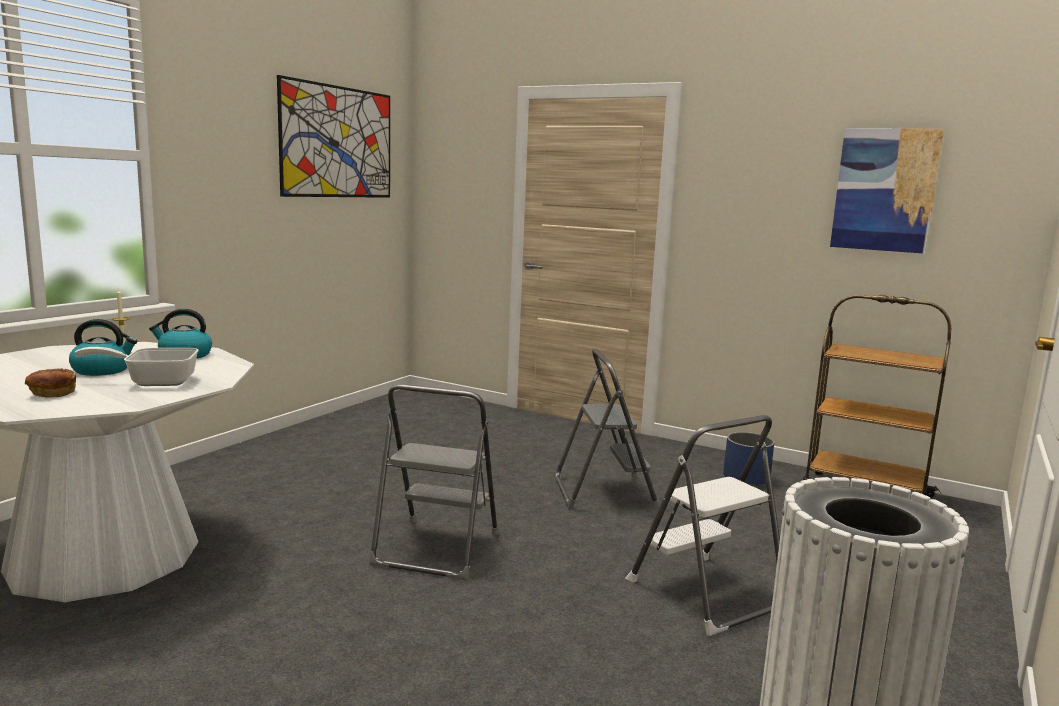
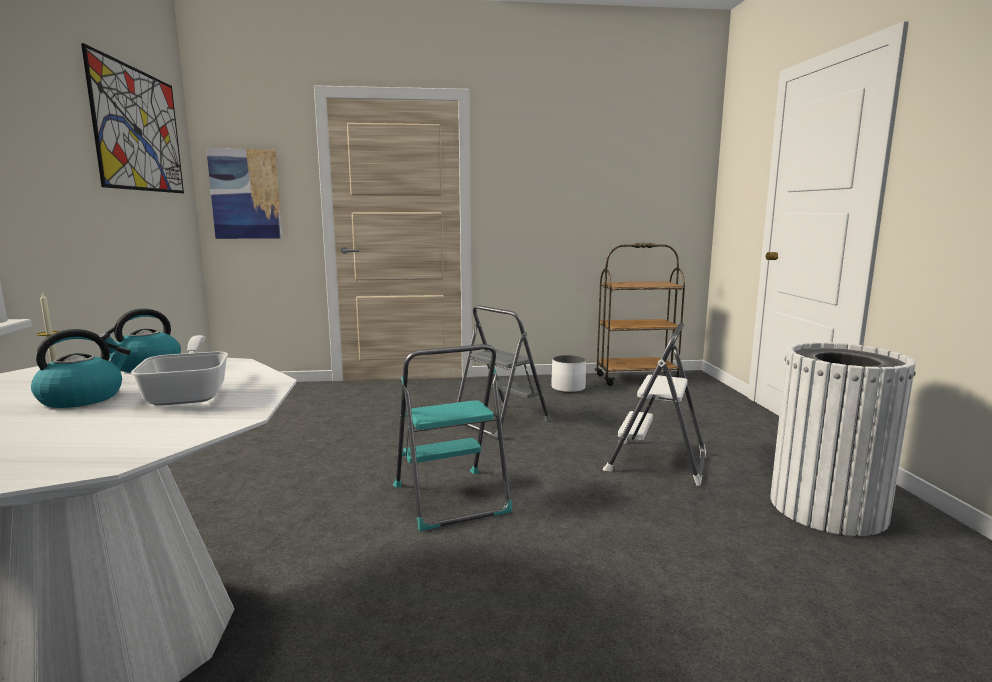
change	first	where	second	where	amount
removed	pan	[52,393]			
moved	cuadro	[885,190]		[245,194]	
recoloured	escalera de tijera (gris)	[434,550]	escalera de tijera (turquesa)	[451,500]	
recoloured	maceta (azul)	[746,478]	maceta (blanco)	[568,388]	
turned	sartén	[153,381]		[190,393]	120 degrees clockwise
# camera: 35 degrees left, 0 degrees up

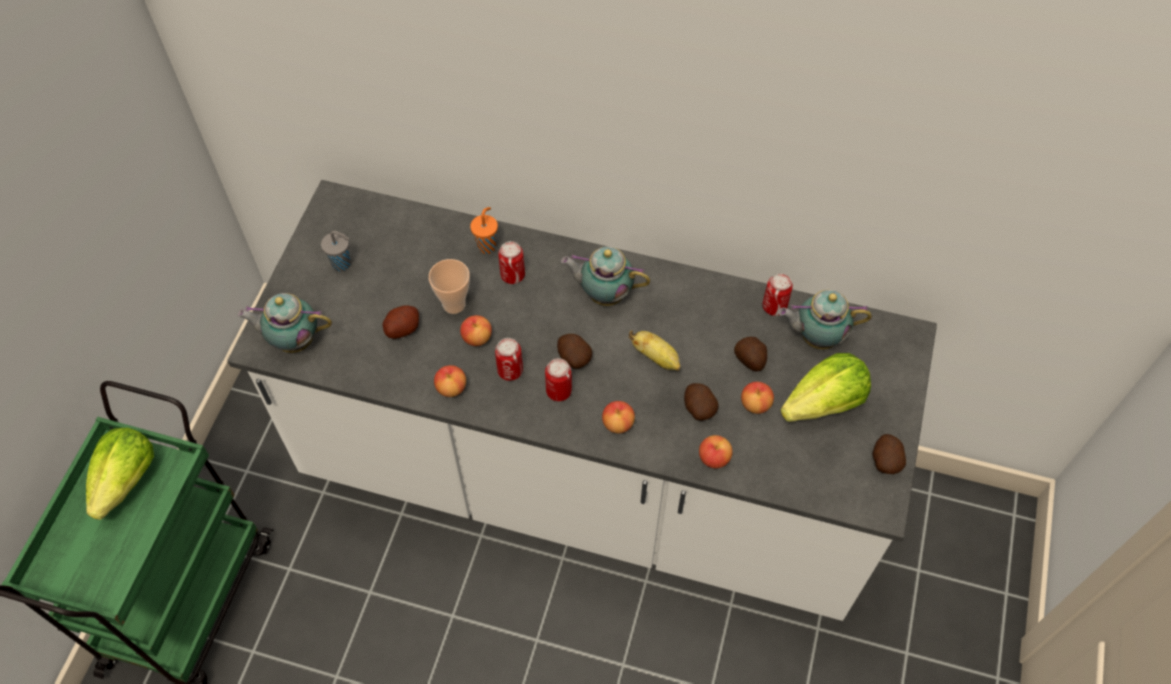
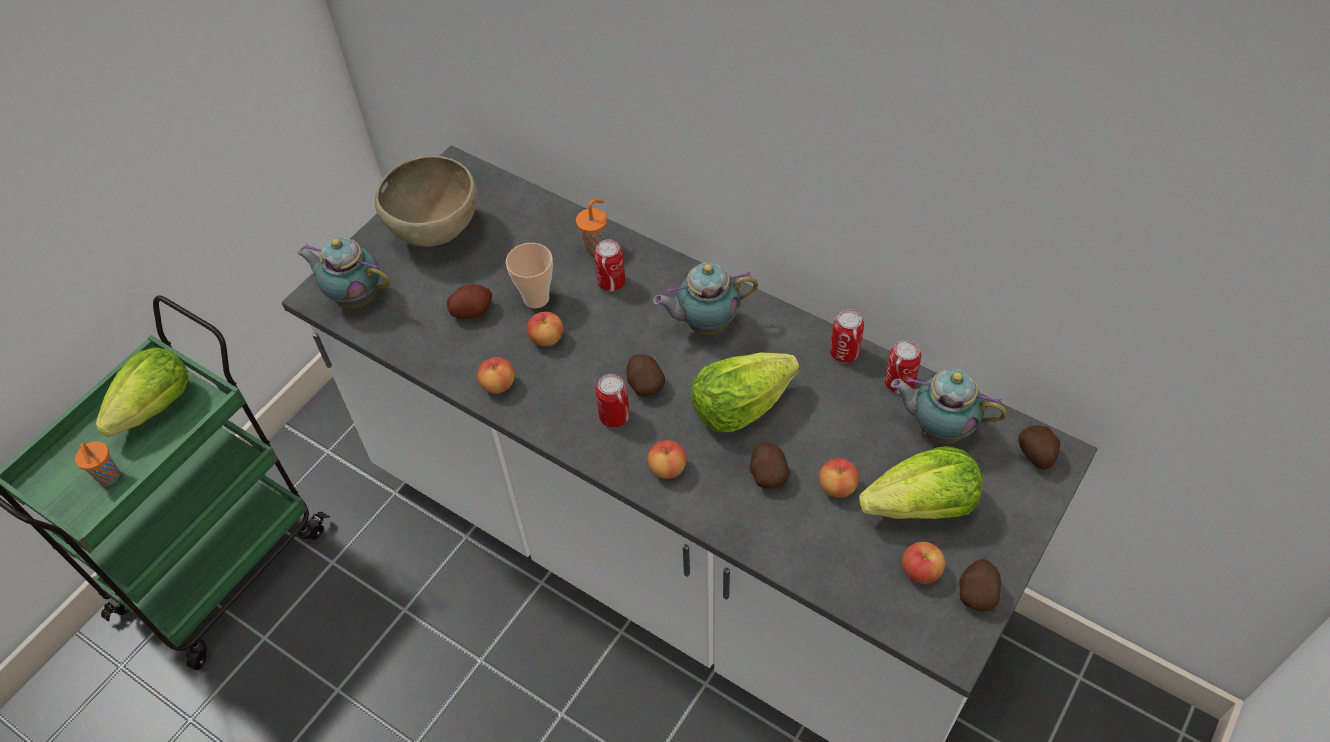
change	first	where	second	where	amount
added			taza (naranja)	[109,478]	
moved	lata	[510,370]		[844,352]	
moved	manzana	[714,458]		[920,571]	
moved	patata	[750,360]		[1036,455]	
replaced	taza (gris)	[342,264]	cuenco (marrón)	[437,232]	
replaced	plátano	[656,358]	lechuga	[739,407]	
turned	tetera	[603,294]		[704,324]	45 degrees counterclockwise
# camera: 20 degrees right, 5 degrees down

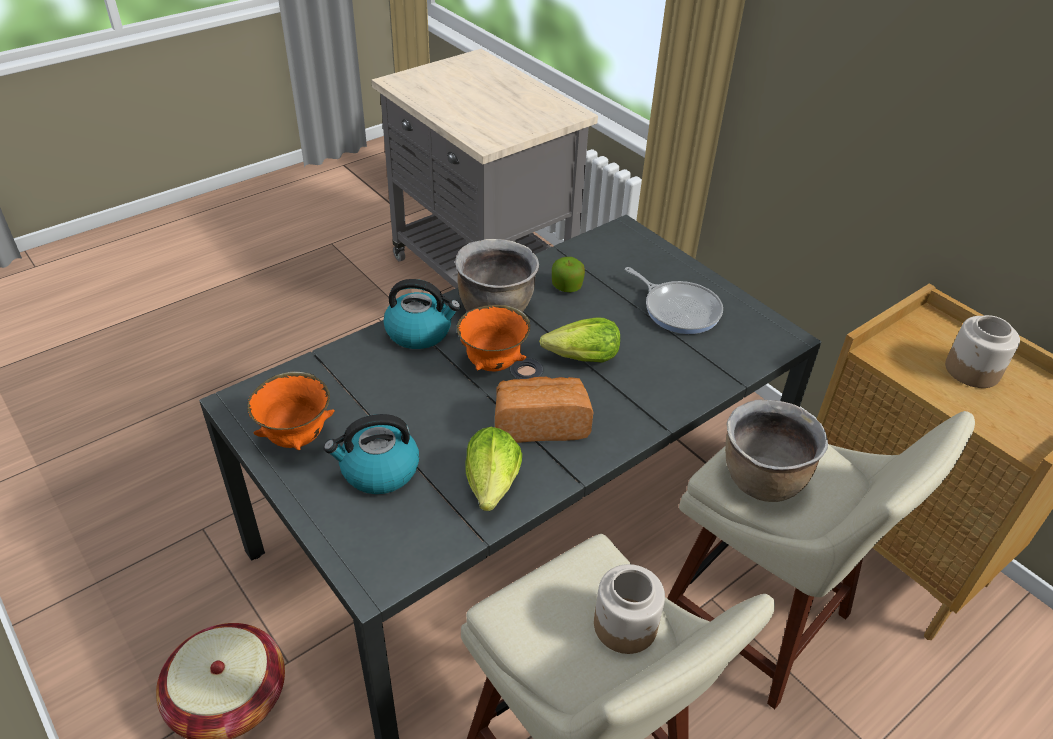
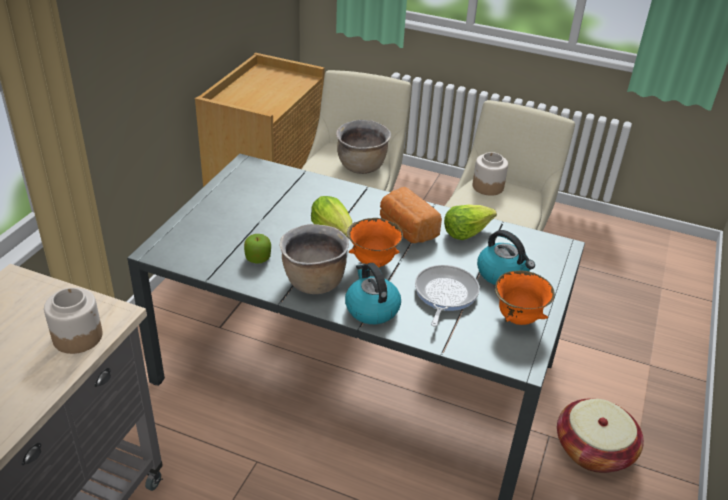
change	first	where	second	where	amount
moved	sartén	[679,309]		[444,294]	
moved	tarro	[973,370]		[77,336]	
# camera: 120 degrees left, 5 degrees down

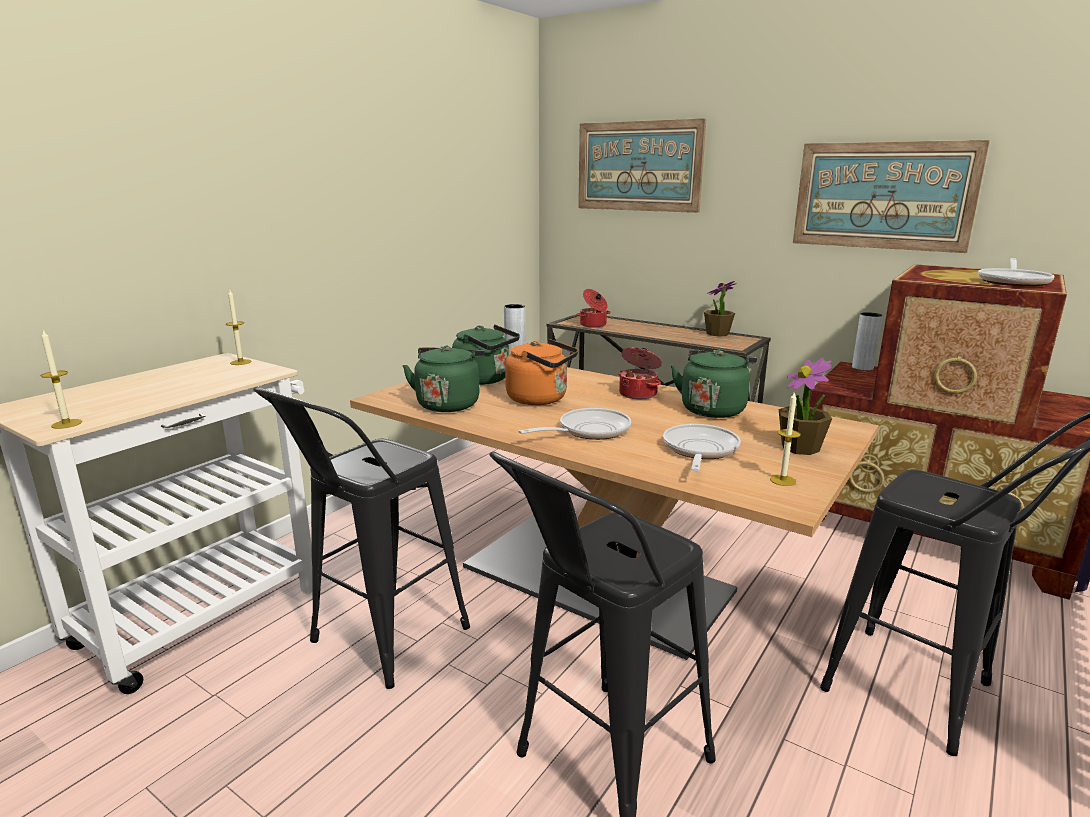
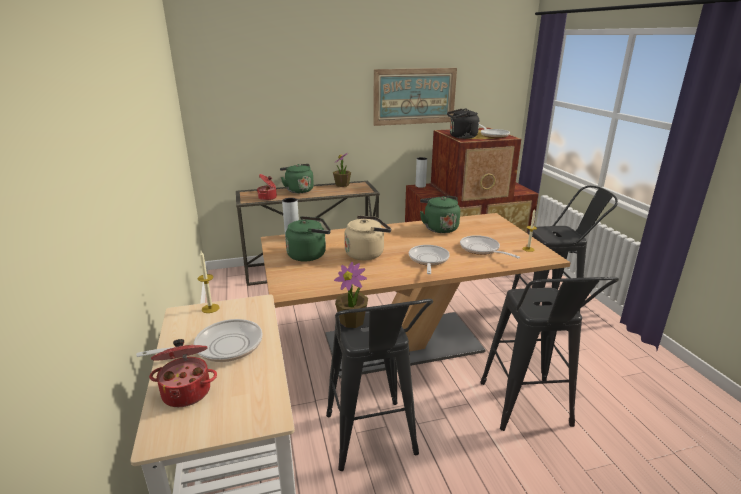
change	first	where	second	where	amount
removed	vela	[66,424]			
removed	cuadro	[638,166]			
added			sartén	[222,347]	
added			hervidor (negro)	[461,137]	
moved	hervidor (verde)	[449,404]		[298,190]	
moved	olla	[639,394]		[187,391]	
moved	planta en maceta	[800,448]		[352,321]	
recoloured	hervidor (naranja)	[541,399]	hervidor (beis)	[366,254]	
# camera: 50 degrees left, 5 degrees up

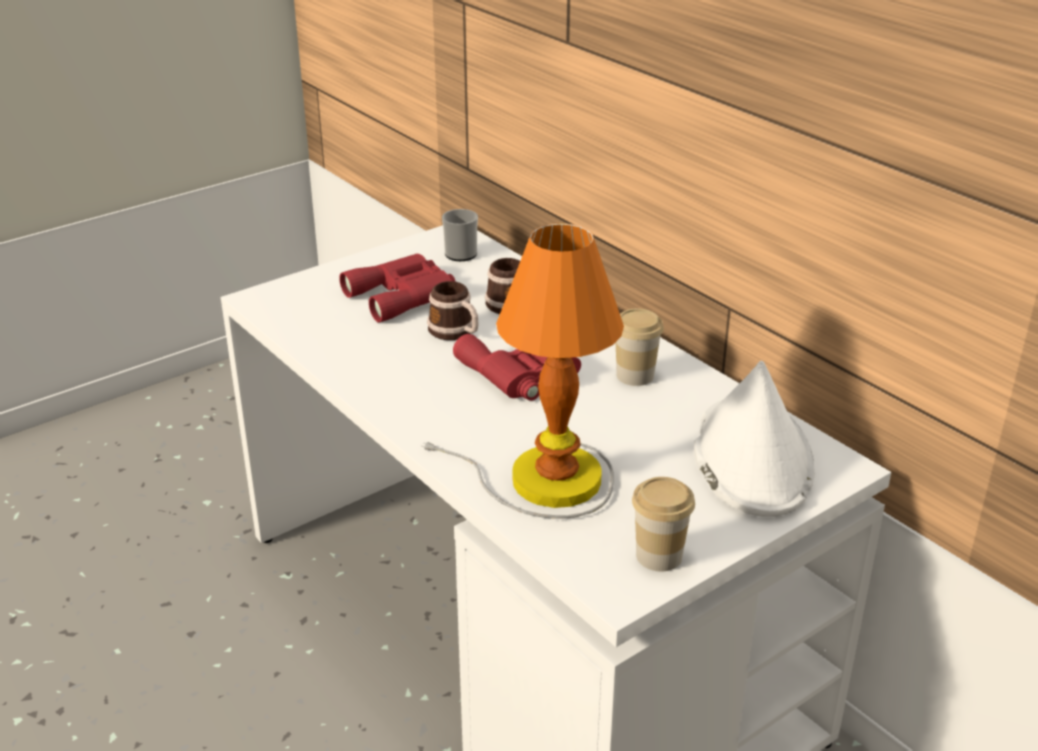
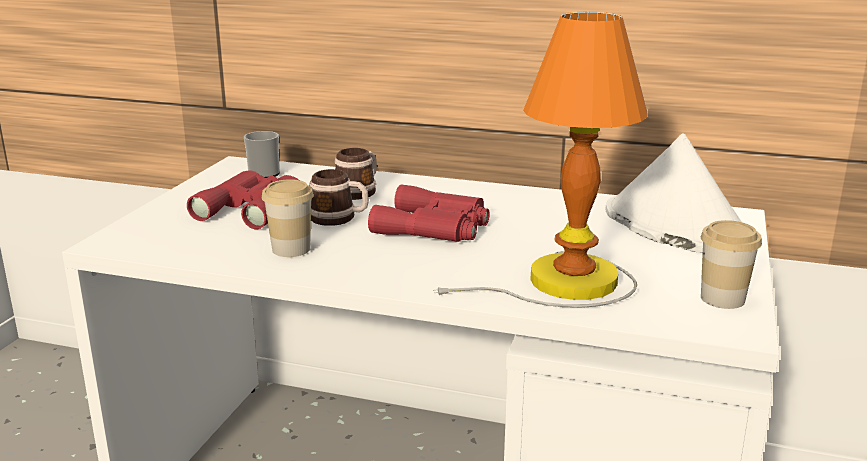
change	first	where	second	where	amount
moved	taza	[635,375]		[291,249]	
# camera: 35 degrees left, 10 degrees down

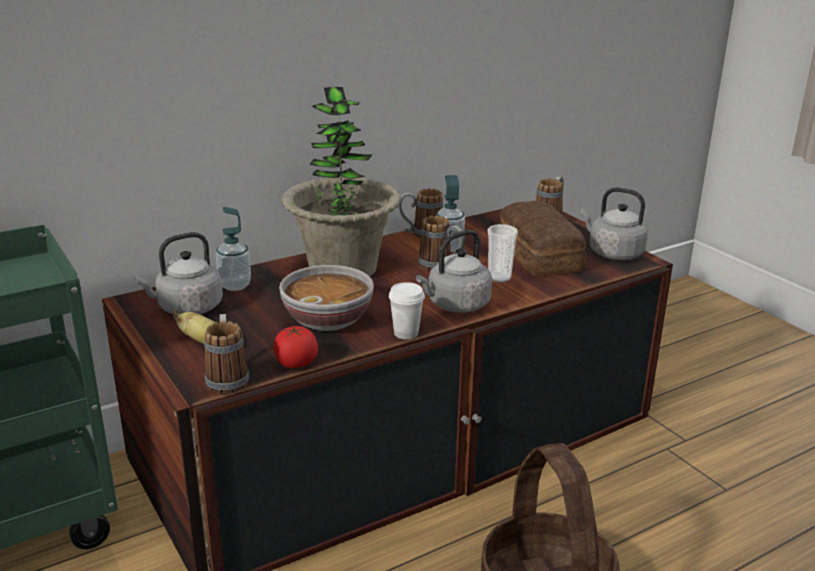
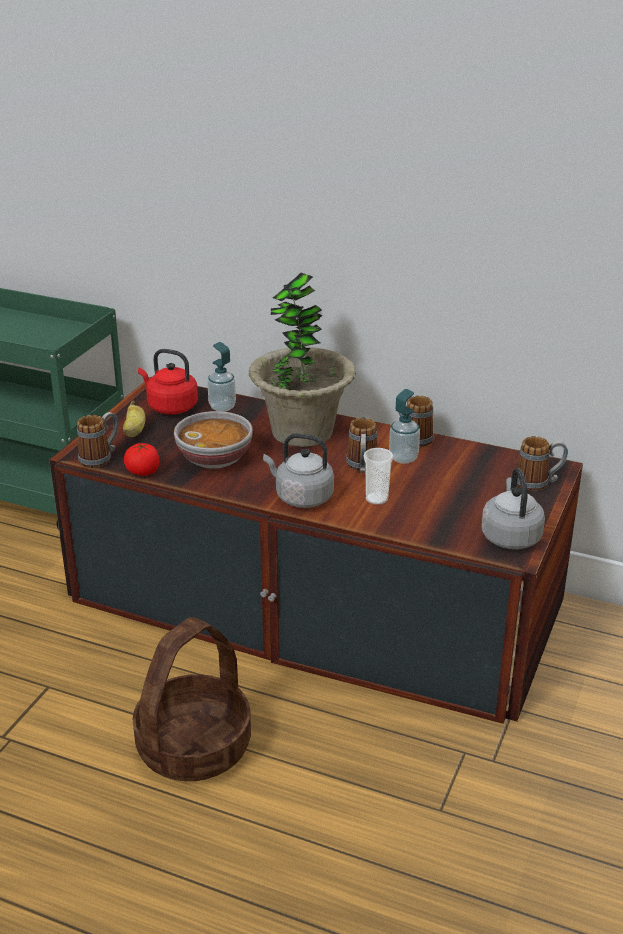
change	first	where	second	where	amount
removed	taza (blanco)	[406,333]			
removed	pan	[538,255]			
recoloured	hervidor (gris)	[187,308]	hervidor (rojo)	[170,407]	
# camera: 55 degrees right, 5 degrees up

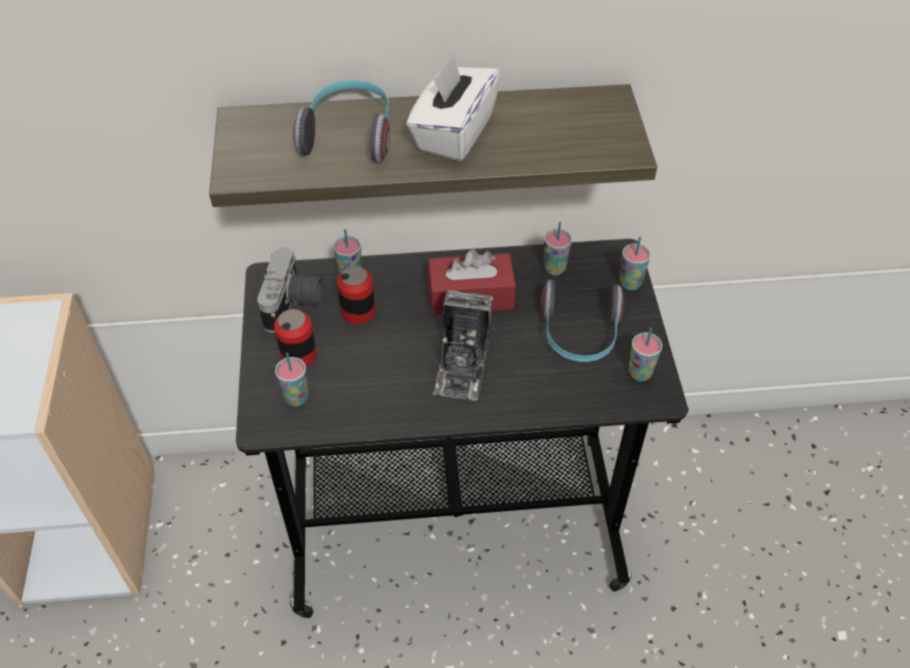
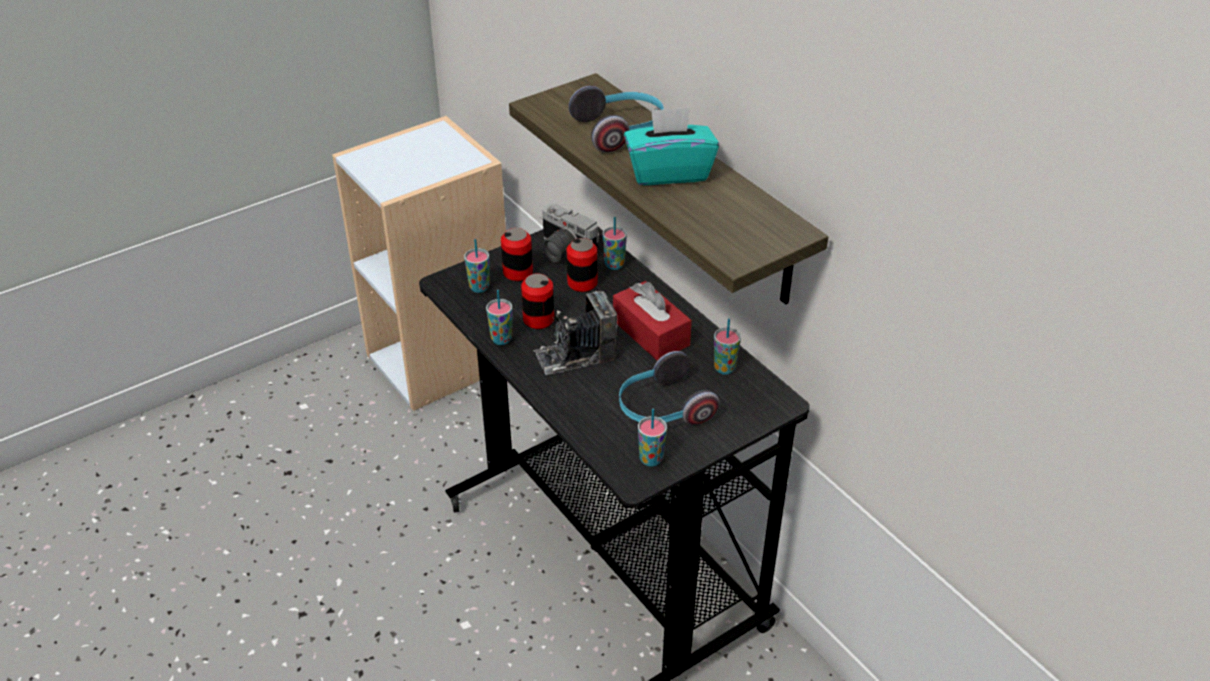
change	first	where	second	where	amount
added			lata	[538,319]	
moved	taza	[630,284]		[501,339]	
recoloured	caja de pañuelos (blanco)	[453,133]	caja de pañuelos (turquesa)	[668,172]	
turned	cámara	[294,305]		[562,251]	60 degrees clockwise
# camera: 60 degrees right, 10 degrees down

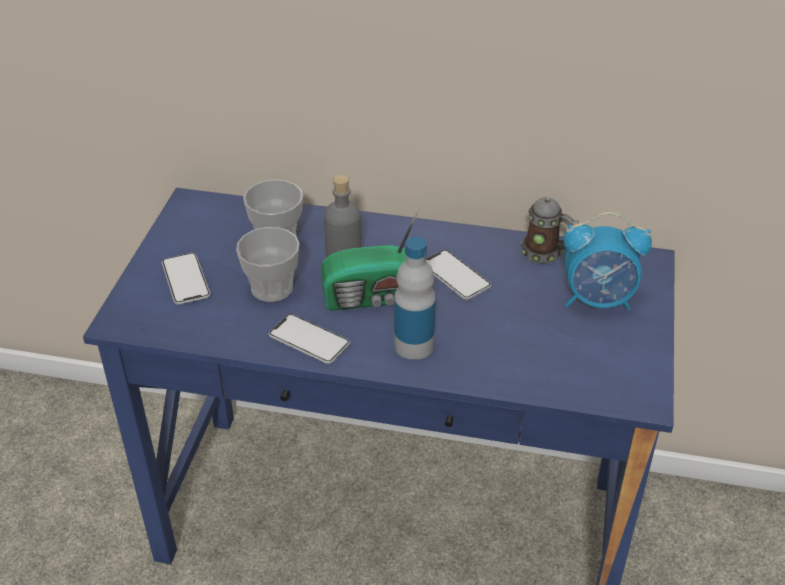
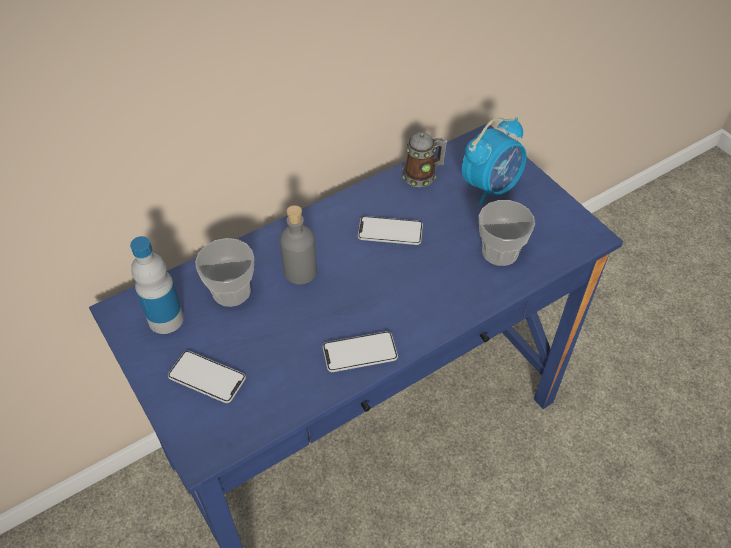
change	first	where	second	where	amount
removed	radio	[373,297]			
moved	taza	[272,288]		[500,252]	
moved	botella	[414,345]		[166,319]	
# camera: 45 degrees left, 10 degrees up

